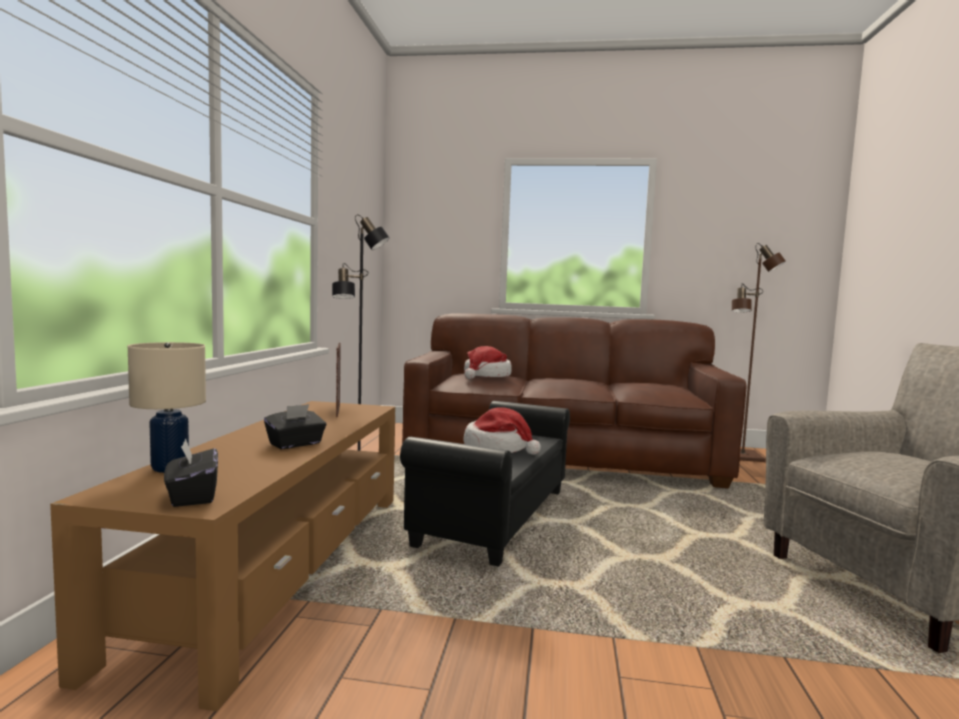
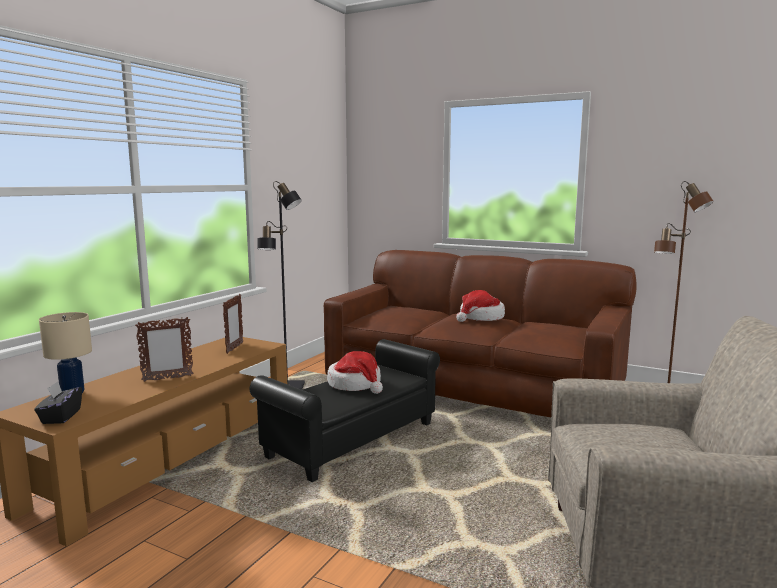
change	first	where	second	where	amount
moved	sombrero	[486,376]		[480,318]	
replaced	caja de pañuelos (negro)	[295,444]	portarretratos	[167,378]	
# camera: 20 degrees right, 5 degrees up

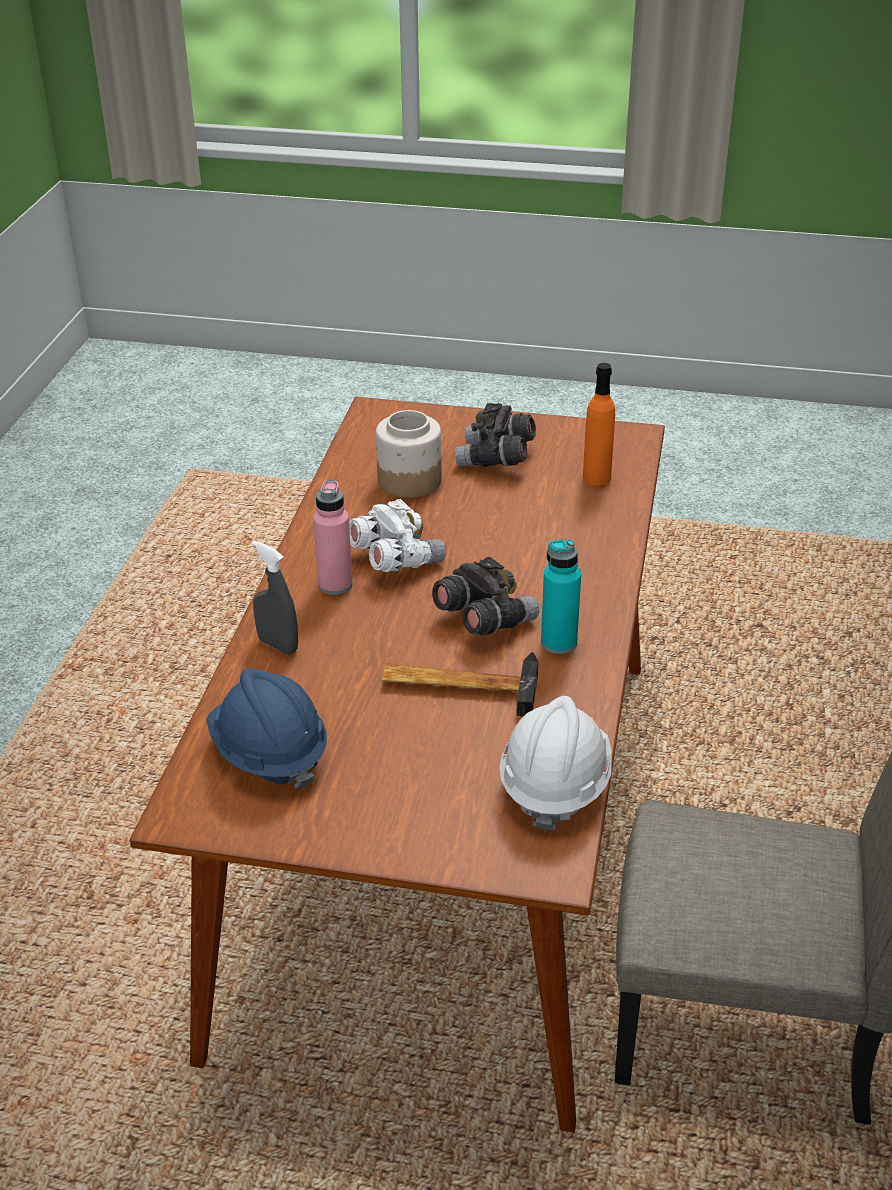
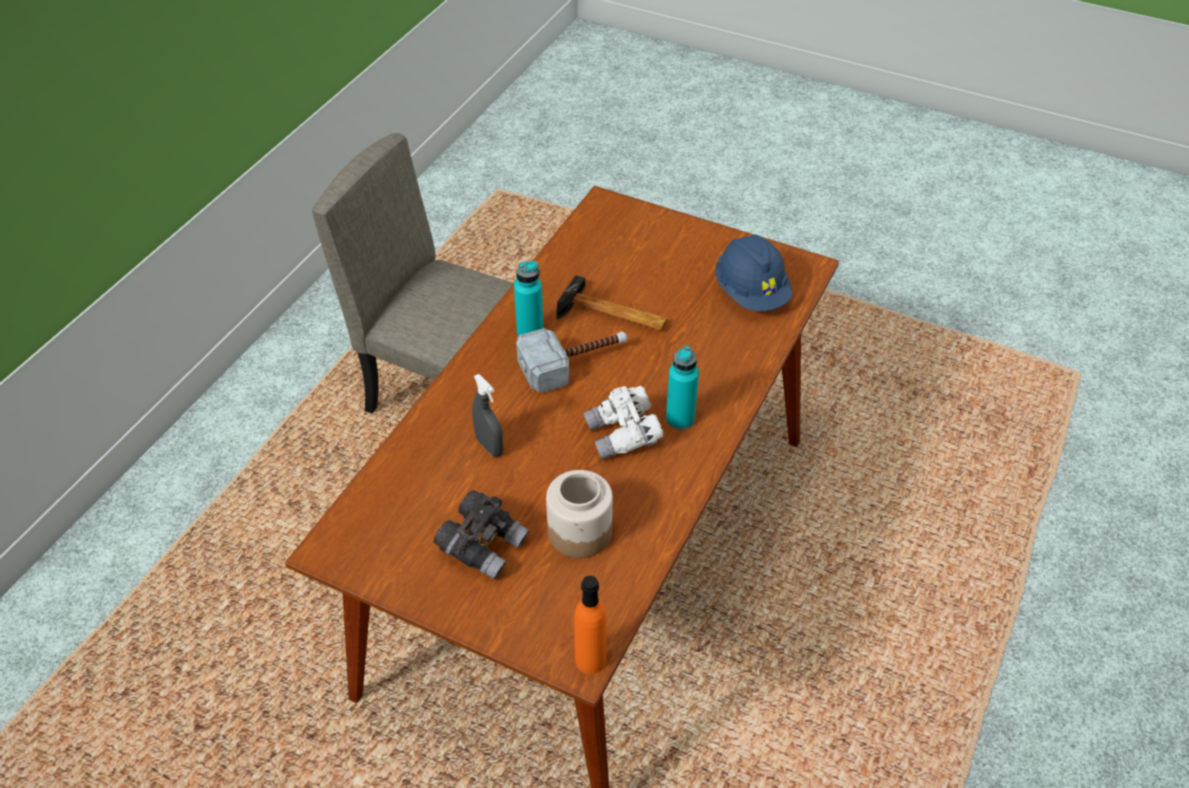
change	first	where	second	where	amount
removed	casco (blanco)	[554,785]			
moved	pulverizador (gris)	[278,645]		[489,446]	
moved	botella (naranja)	[596,478]		[590,660]	
replaced	prismáticos (gris)	[484,619]	martillo	[574,363]	
recoloured	botella (rosa)	[335,585]	botella (turquesa)	[680,419]	
# camera: 165 degrees left, 10 degrees up

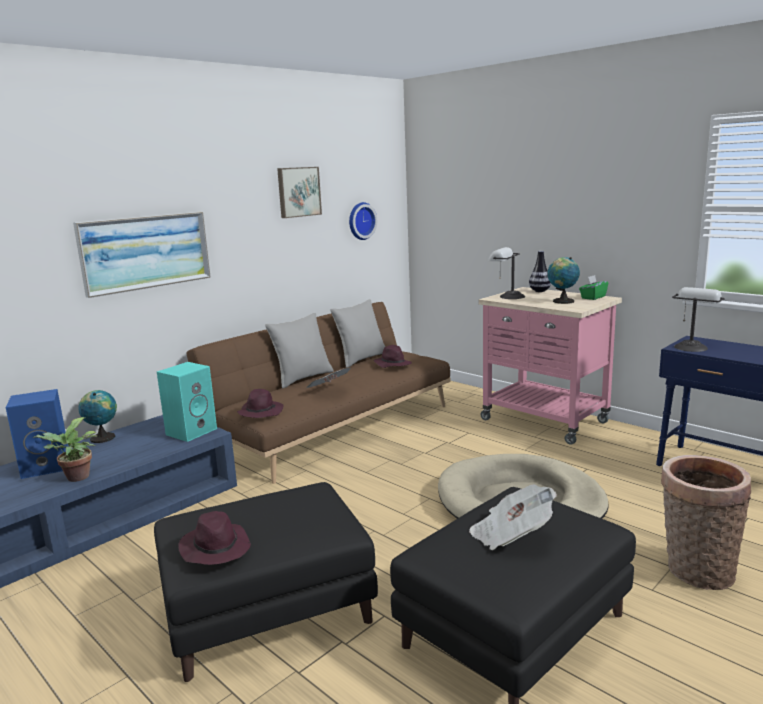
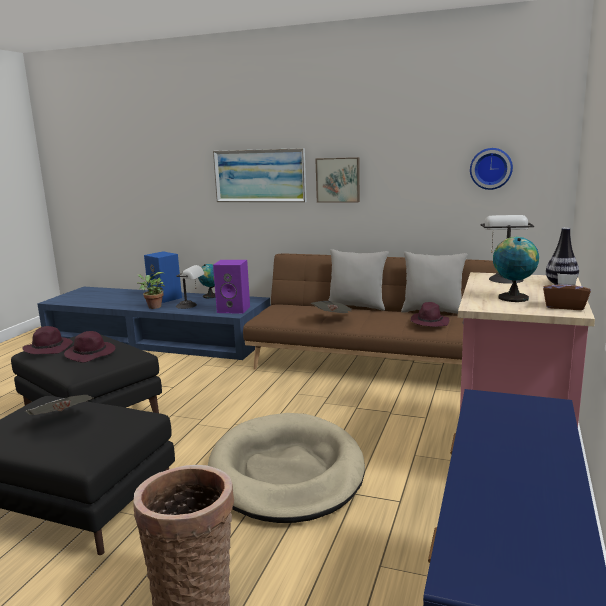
change	first	where	second	where	amount
moved	sombrero (morado)	[260,412]		[91,354]	
moved	cuadro	[298,192]		[338,180]	
moved	lámpara de mesa	[691,345]		[190,305]	
recoloured	altavoz (turquesa)	[191,431]	altavoz (morado)	[234,309]	
recoloured	caja de pañuelos (verde)	[593,297]	caja de pañuelos (marrón)	[564,306]	
# camera: 65 degrees right, 0 degrees up

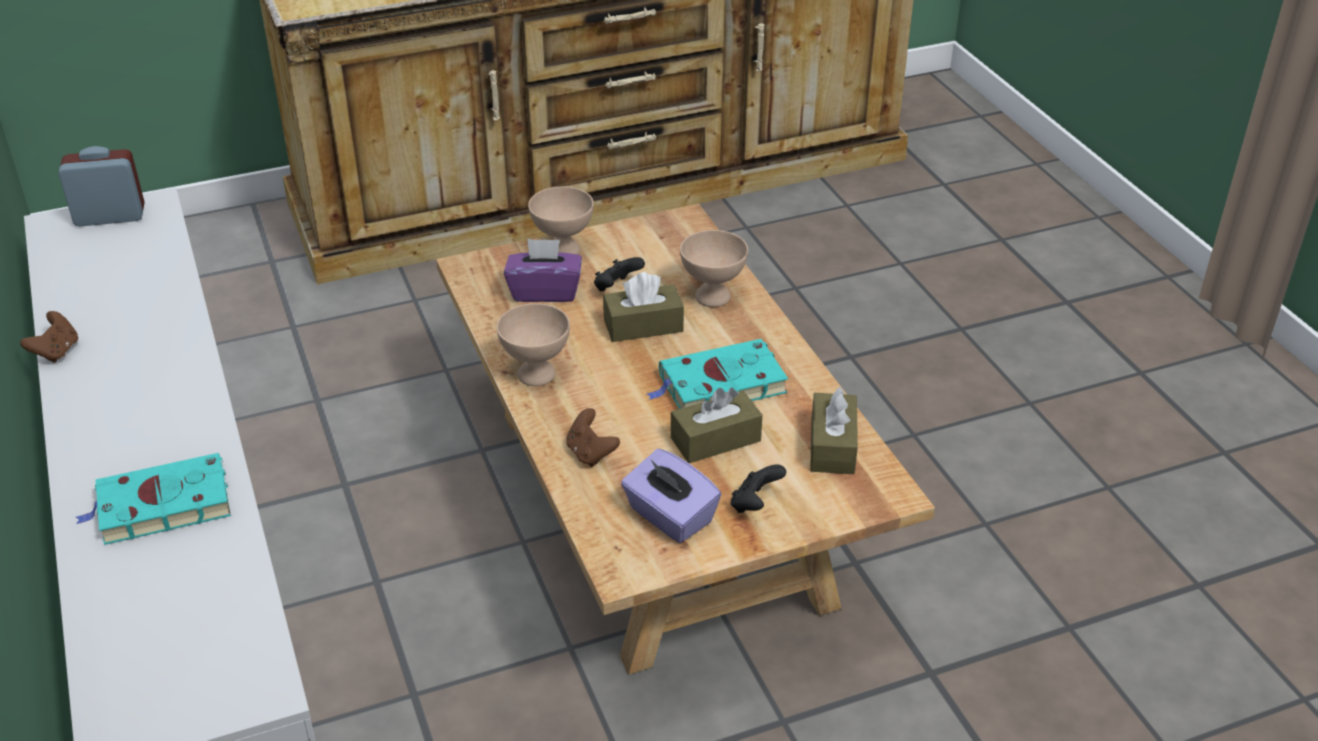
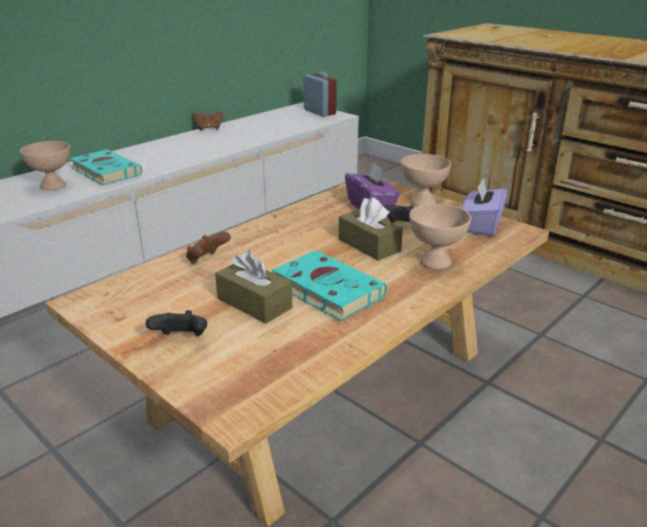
change	first	where	second	where	amount
removed	caja de pañuelos (marrón)	[832,446]			
moved	cuenco (beis)	[535,375]		[52,185]	
moved	caja de pañuelos (morado)	[669,517]		[481,225]	
# camera: 65 degrees right, 10 degrees down

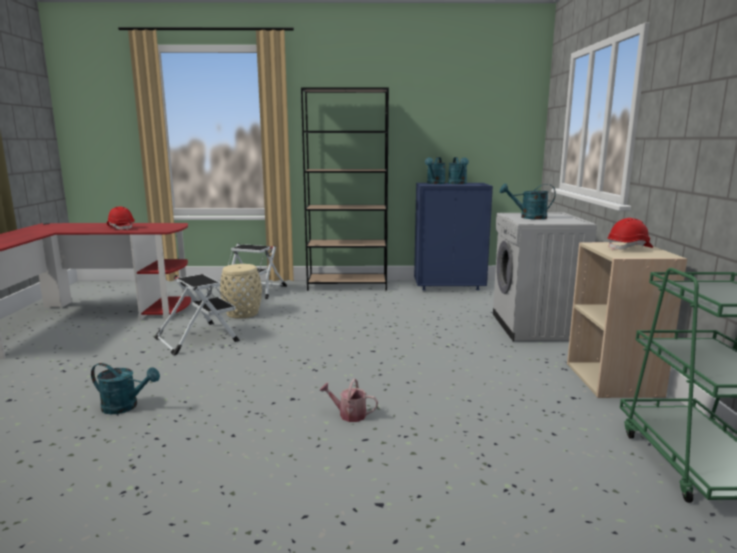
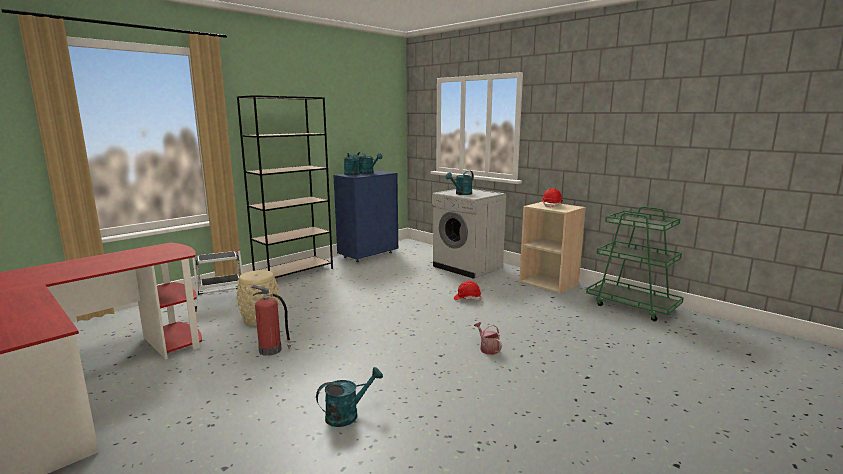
change	first	where	second	where	amount
moved	casco (rojo)	[121,228]		[467,298]	
replaced	escalera de tijera	[197,338]	extintor	[271,350]	
turned	regadera	[349,414]		[487,348]	90 degrees clockwise
# camera: 45 degrees left, 0 degrees up

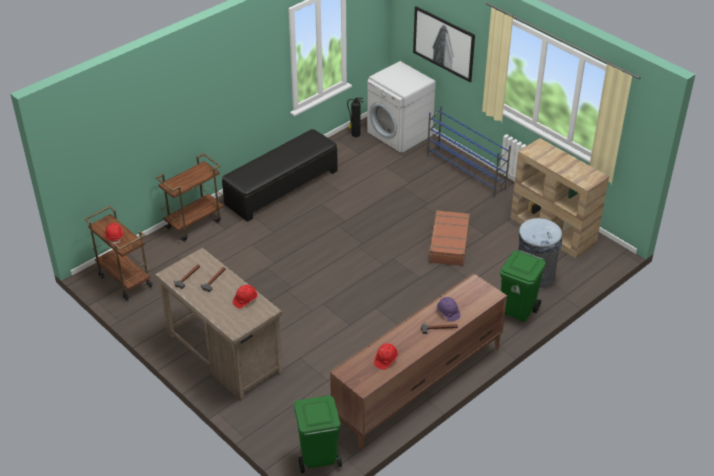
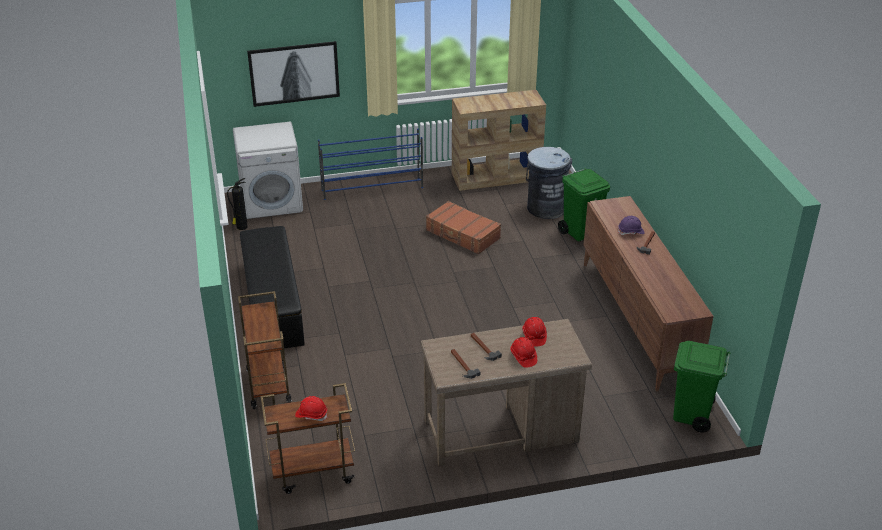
change	first	where	second	where	amount
moved	casco (rojo)	[385,360]		[523,357]	
# camera: 60 degrees left, 5 degrees down

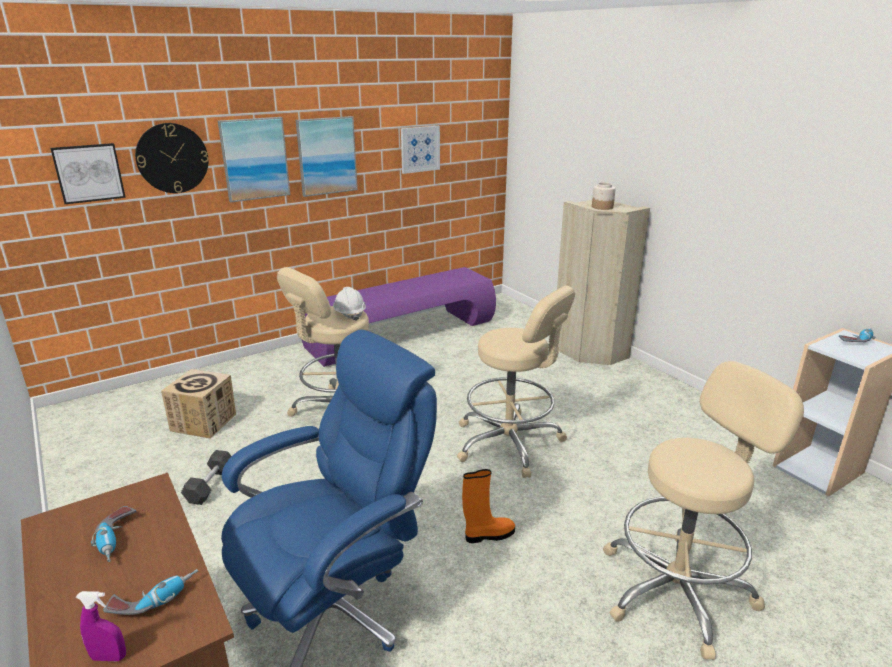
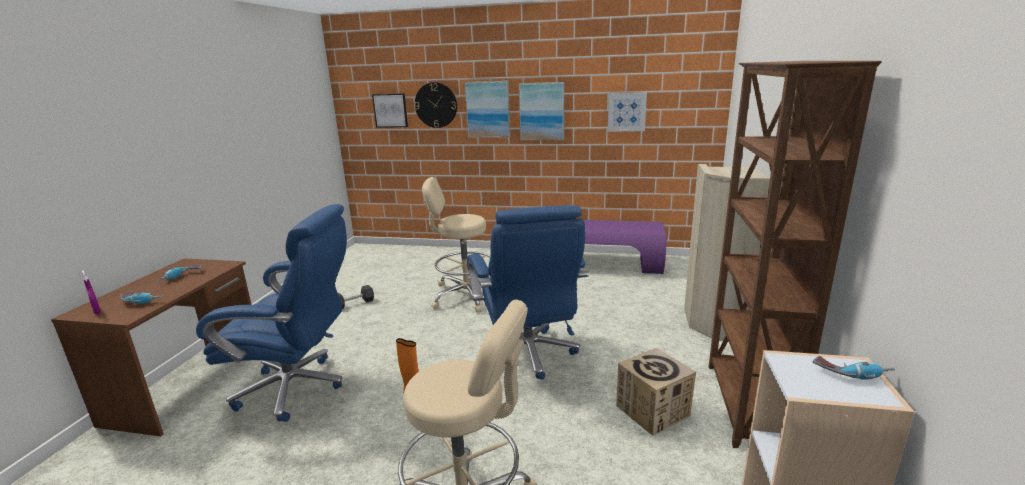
change	first	where	second	where	amount
removed	casco (blanco)	[349,314]			
removed	tarro	[602,207]			
added			estantería (marrón)	[746,405]	
moved	caja de cartón	[204,422]		[653,411]	
replaced	taburete (beis)	[510,444]	silla de oficina (azul)	[530,357]	
# camera: 45 degrees right, 5 degrees down

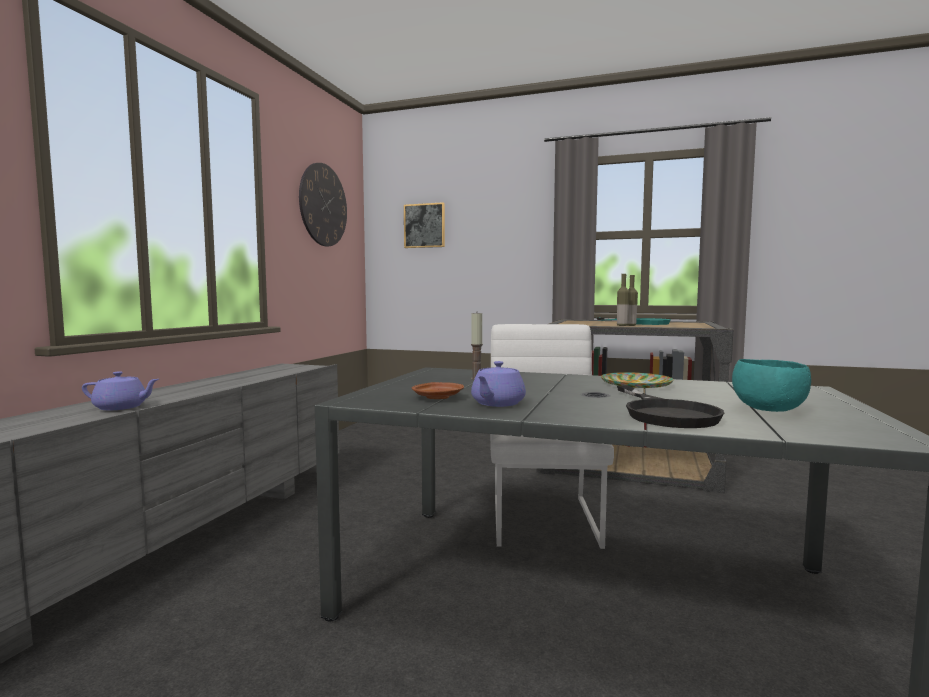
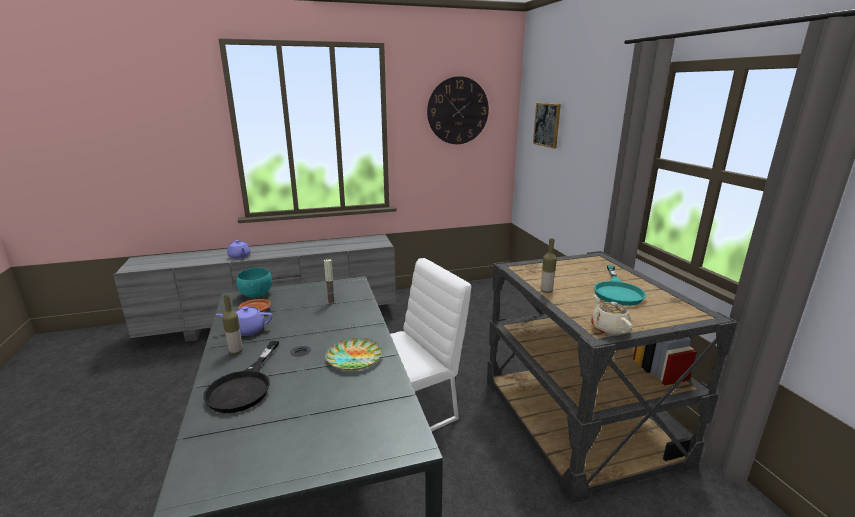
change	first	where	second	where	amount
added			tetera (beis)	[609,328]	
moved	botella	[630,325]		[236,351]	
moved	cuenco (turquesa)	[768,410]		[257,295]	
turned	sartén (negro)	[665,413]		[244,386]	45 degrees counterclockwise
# camera: 55 degrees right, 15 degrees up

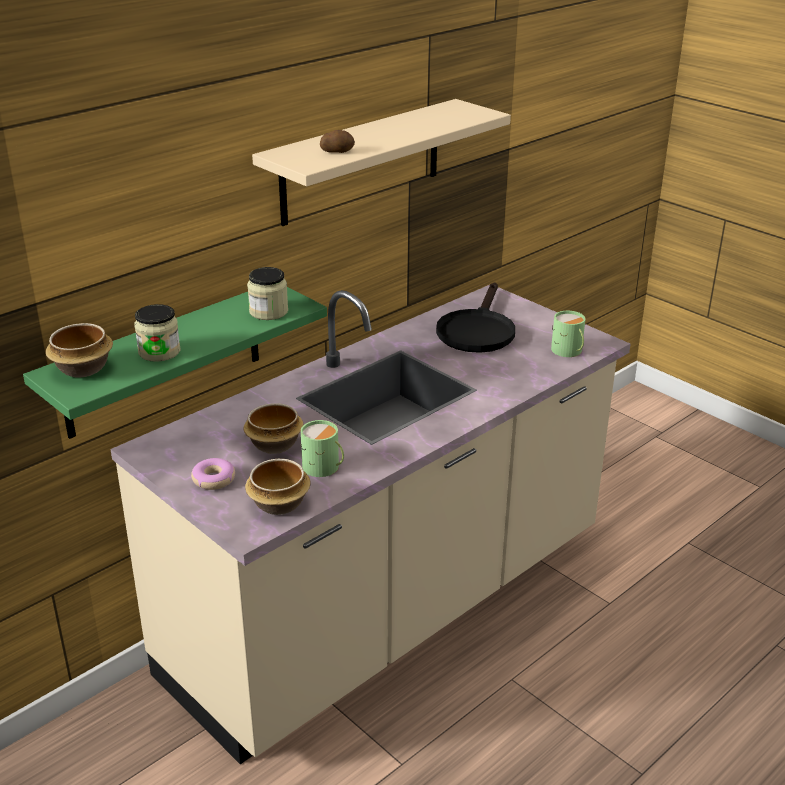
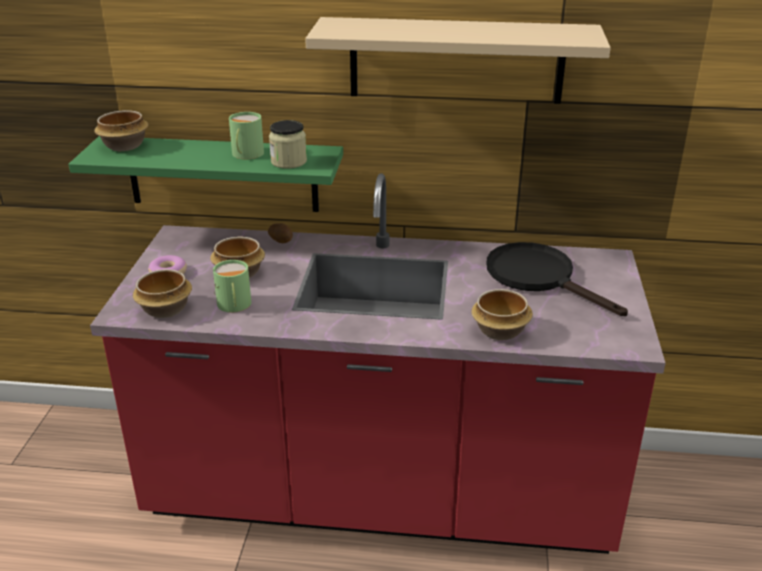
change	first	where	second	where	amount
removed	tarro	[159,352]			
added			cuenco	[501,332]	
moved	patata	[337,151]		[281,240]	
moved	taza grande (verde)	[568,351]		[246,154]	
recoloured	mueble bajo de cocina (beis)	[390,607]	mueble bajo de cocina (rojo)	[381,494]	
turned	sartén (negro)	[477,330]		[539,277]	75 degrees clockwise
# camera: 50 degrees right, 0 degrees up

